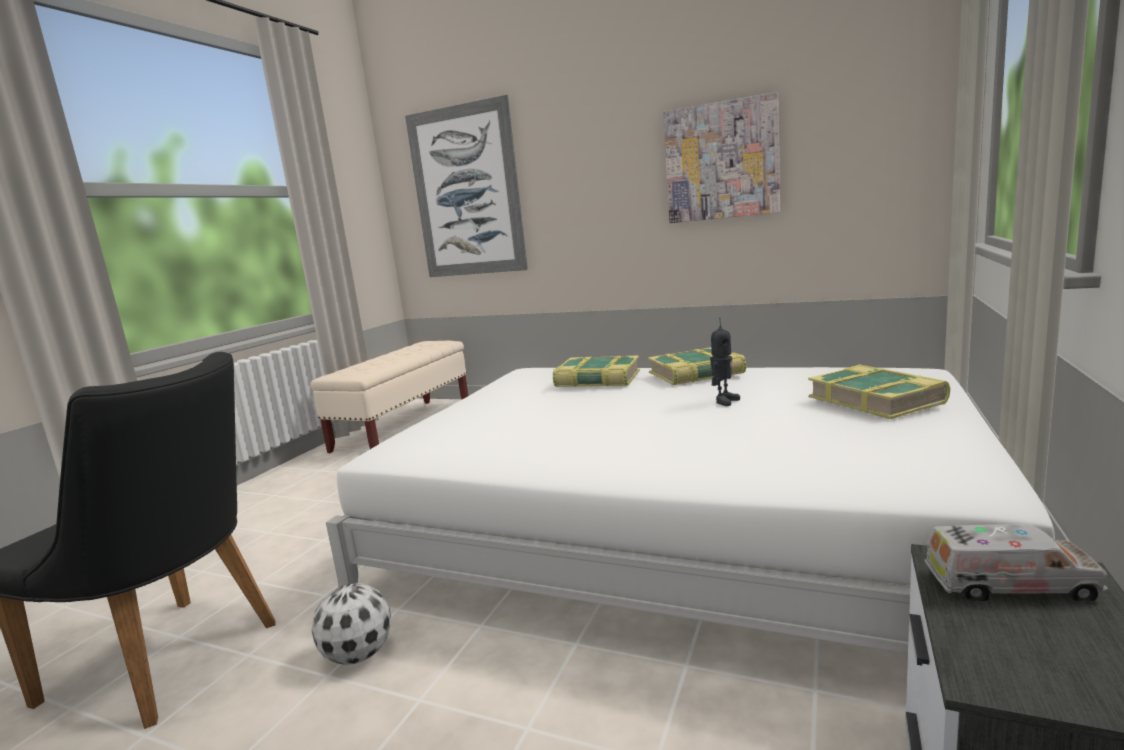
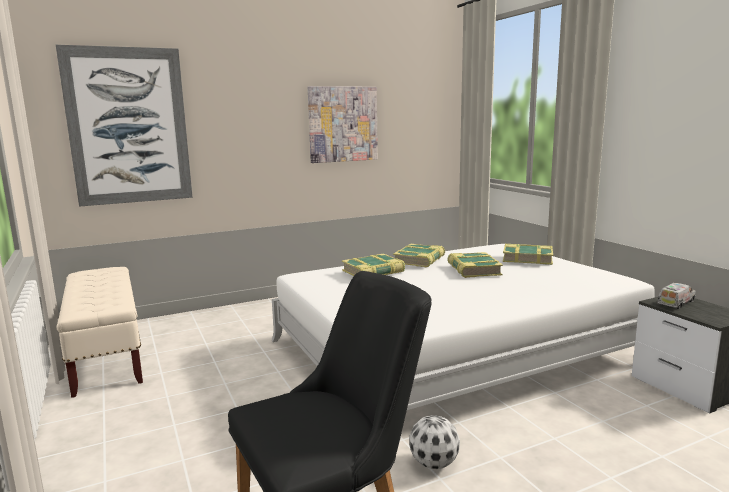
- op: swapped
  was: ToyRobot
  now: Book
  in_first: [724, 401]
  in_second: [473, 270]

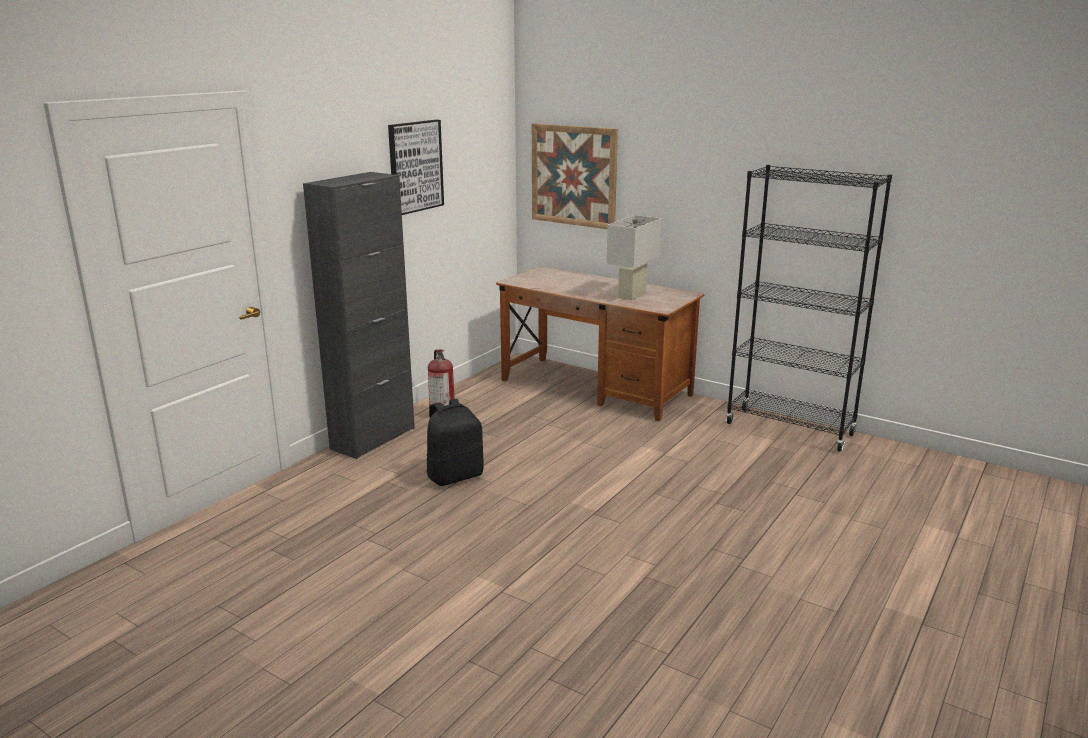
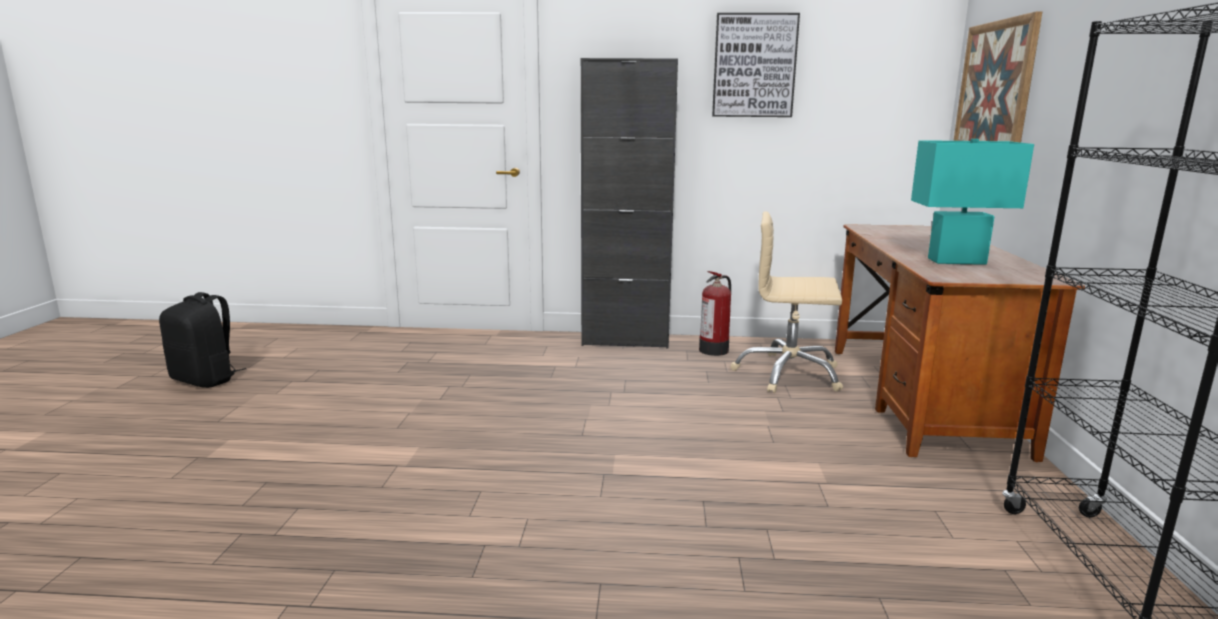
- op: shifted
  was: BlackishBackpack
  in_first: [455, 476]
  in_second: [206, 380]
- op: new
  now: SandColouredComputerChair
  in_second: [788, 374]
- op: repainted
  was: WhitishTableLamp
  now: TurquoiseColouredTableLamp
  in_first: [632, 295]
  in_second: [956, 261]

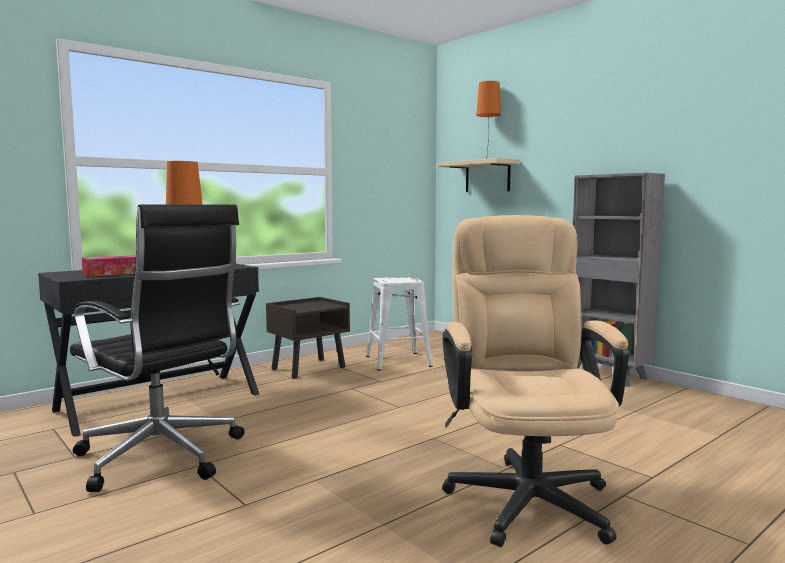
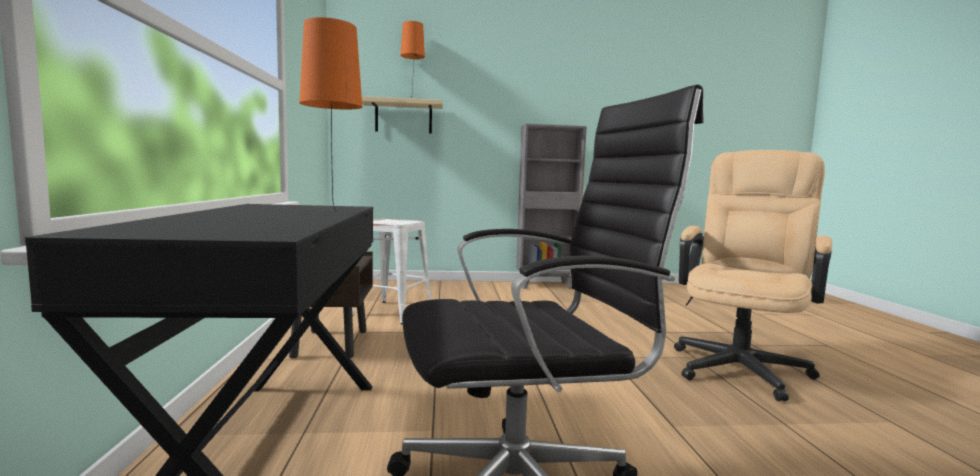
- op: rotated
  was: SandColouredComputerChair
  in_first: [526, 493]
  in_second: [741, 365]
  clockwise: 90
- op: gone
  was: TissueHolder
  in_first: [112, 273]

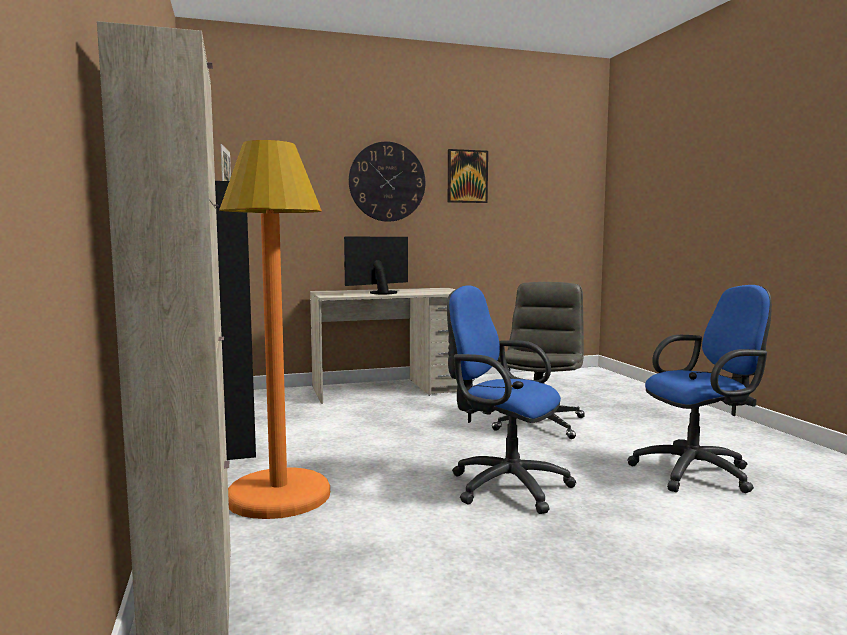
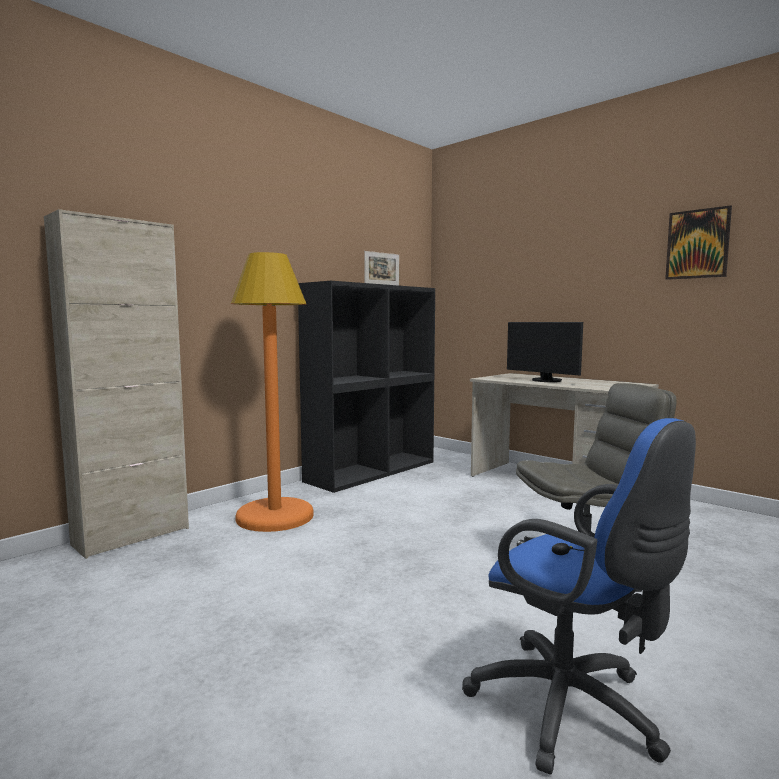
- op: rotated
  was: ComputerDisplay
  in_first: [381, 292]
  in_second: [545, 380]
  clockwise: -150
- op: gone
  was: HangingClock
  in_first: [387, 182]
- op: gone
  was: BlueColouredComputerChair
  in_first: [503, 486]

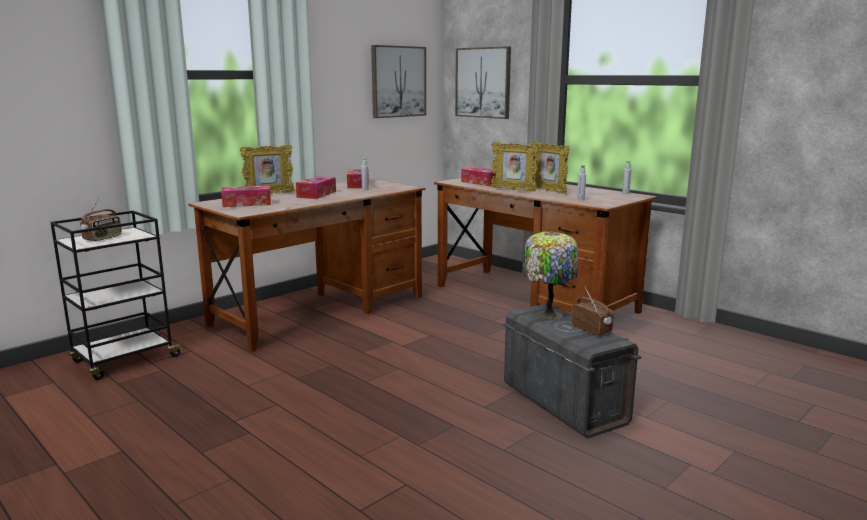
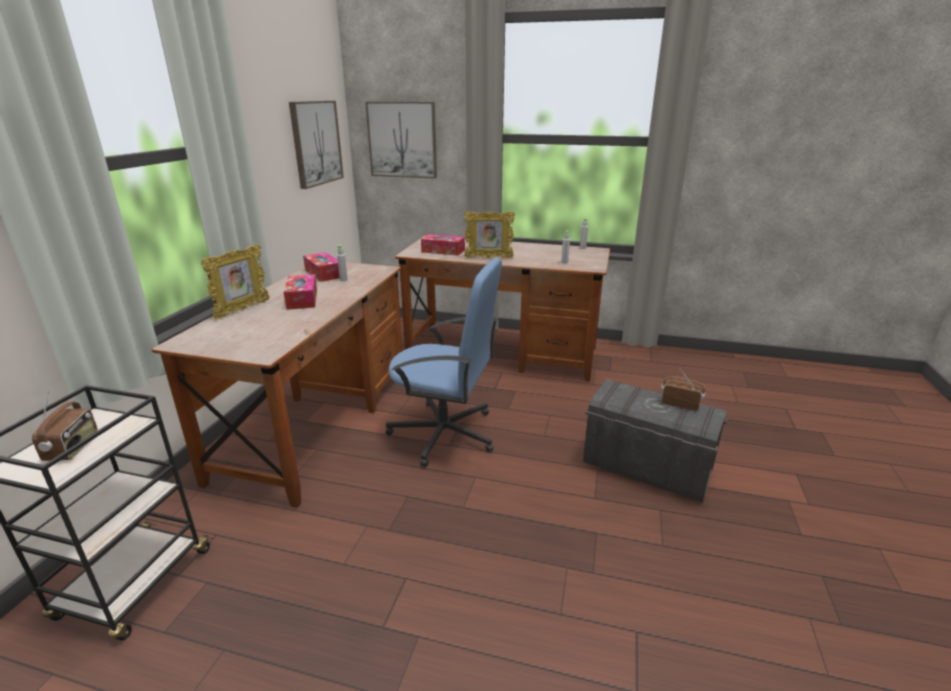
- op: new
  now: BlueColouredComputerChair
  in_second: [445, 434]
- op: gone
  was: TissueHolder
  in_first: [247, 203]
- op: gone
  was: TableLamp
  in_first: [548, 314]
- op: gone
  was: PhotoFrame
  in_first: [548, 191]

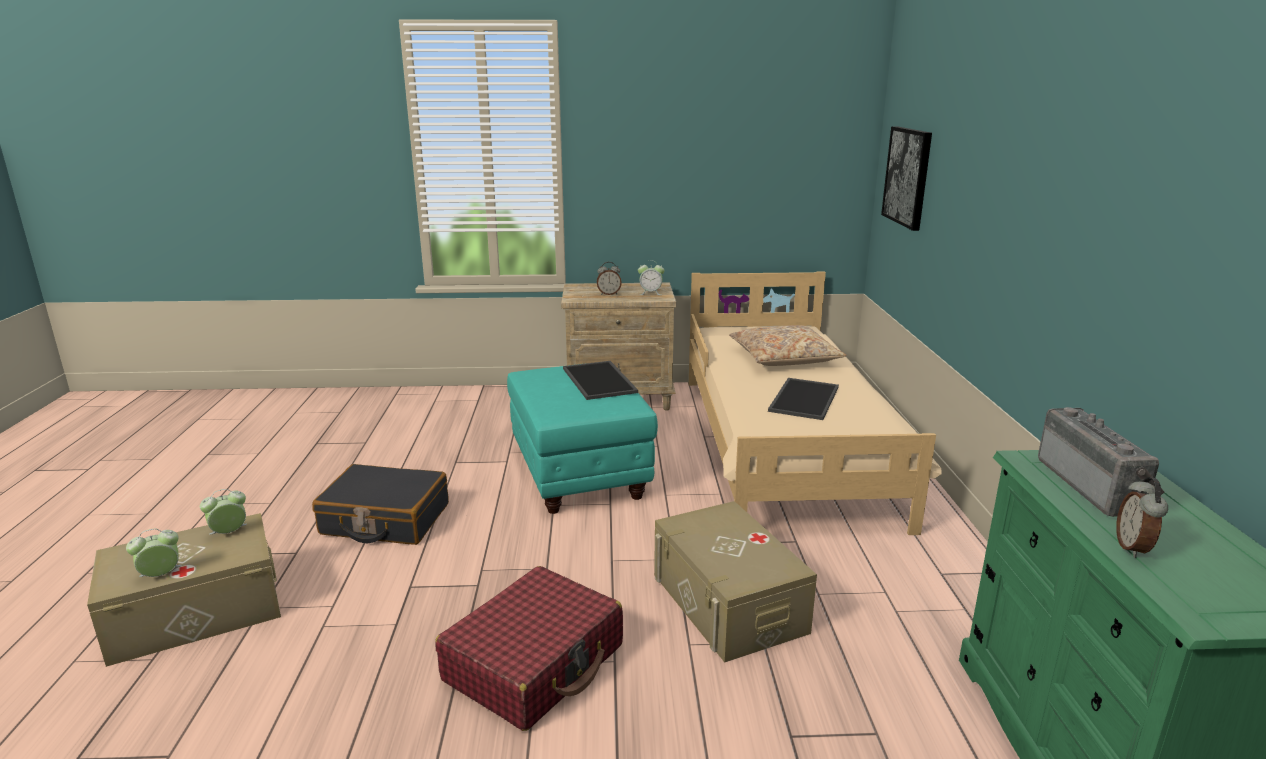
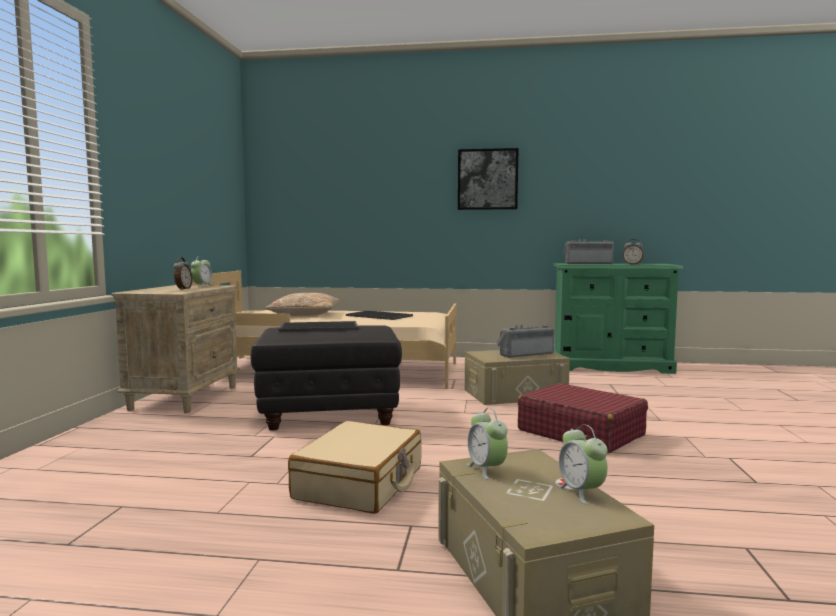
- op: repainted
  was: TurquoiseColouredPouffe
  now: BlackishPouffe
  in_first: [581, 475]
  in_second: [330, 414]
- op: repainted
  was: BlackishTravelCase
  now: SandColouredTravelCase
  in_first: [385, 520]
  in_second: [360, 483]
- op: shifted
  was: WallArt
  in_first: [908, 176]
  in_second: [487, 179]
- op: new
  now: Radio
  in_second: [525, 354]

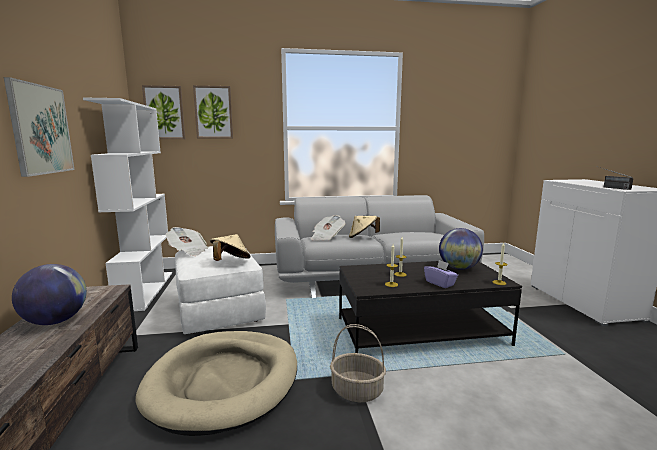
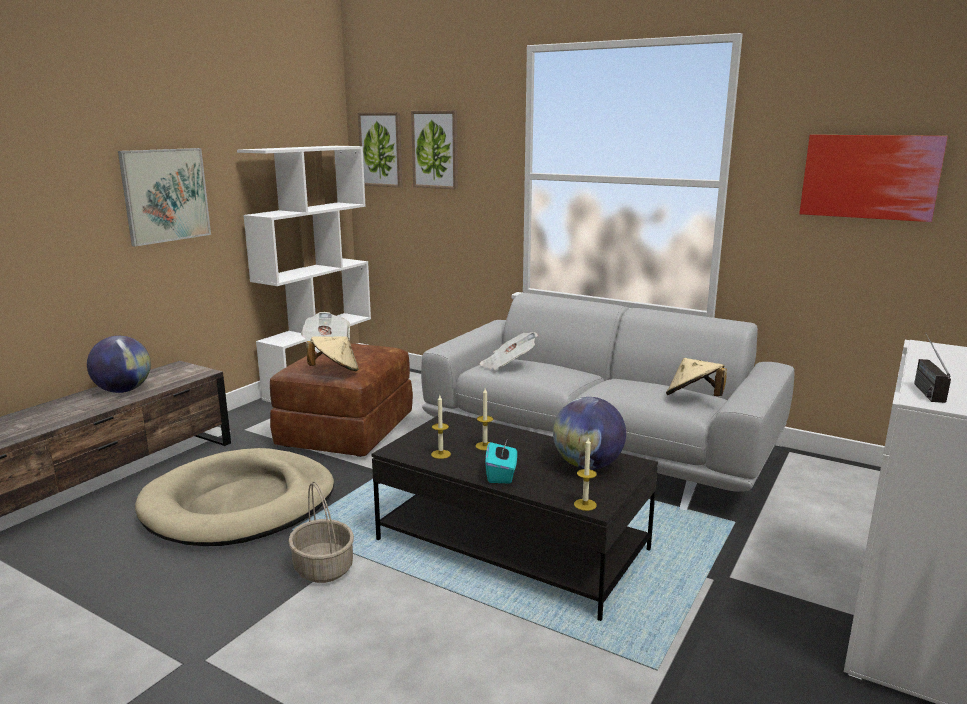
- op: repainted
  was: WhitishPouffe
  now: BrownColouredPouffe
  in_first: [220, 311]
  in_second: [347, 431]
- op: repainted
  was: PurplishTissueHolder
  now: TurquoiseColouredTissueHolder
  in_first: [440, 283]
  in_second: [501, 475]
- op: shifted
  was: SandColouredWearableHat
  in_first: [363, 237]
  in_second: [693, 398]
- op: new
  now: WallArt
  in_second: [869, 177]

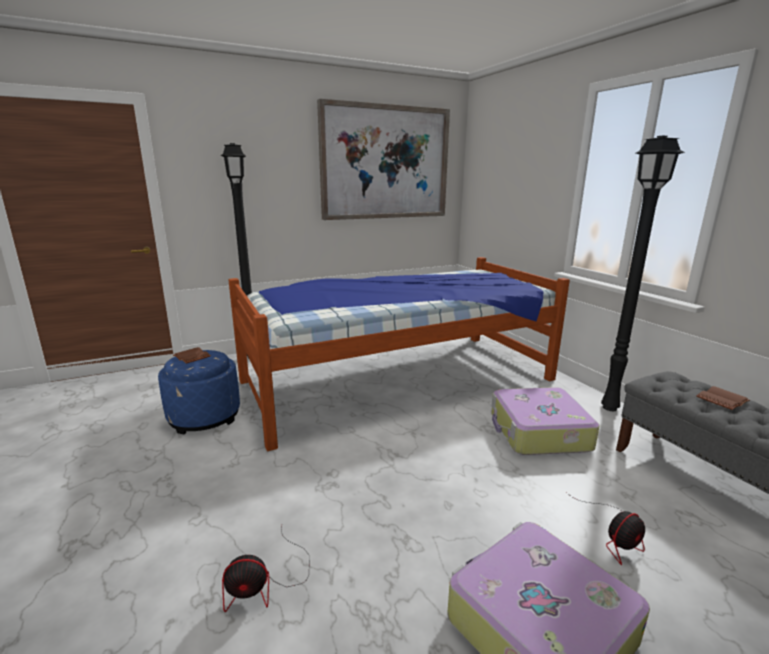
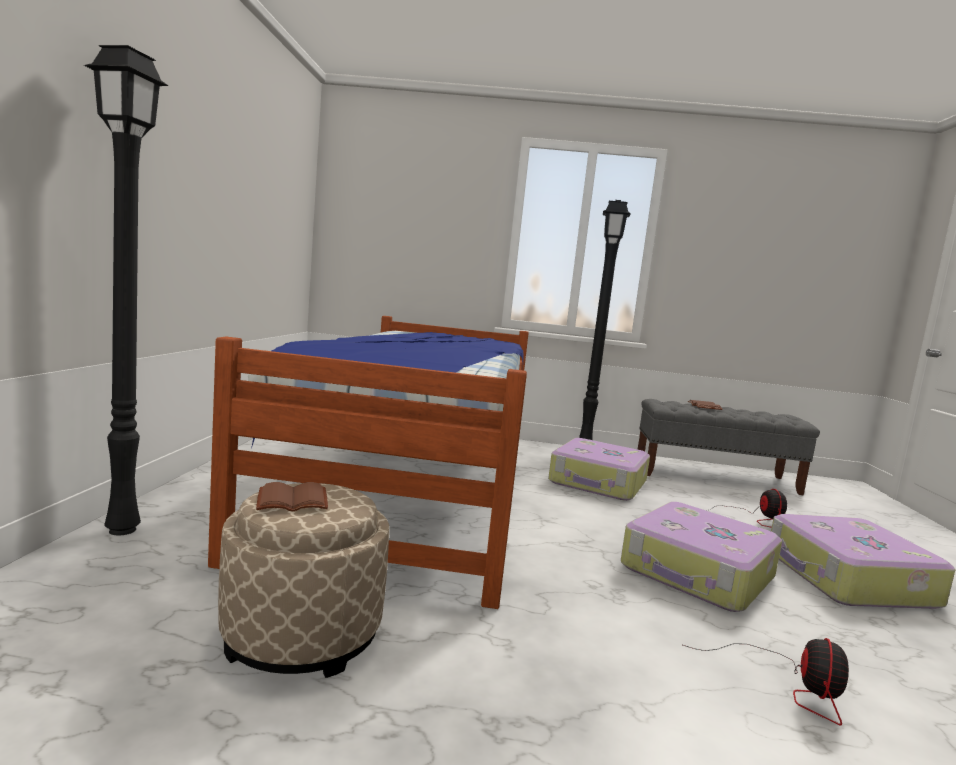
- op: repainted
  was: BlueColouredPouffe
  now: SandColouredPouffe
  in_first: [204, 417]
  in_second: [302, 634]
- op: new
  now: TravelCase
  in_second: [697, 573]
- op: gone
  was: WallArt
  in_first: [385, 163]

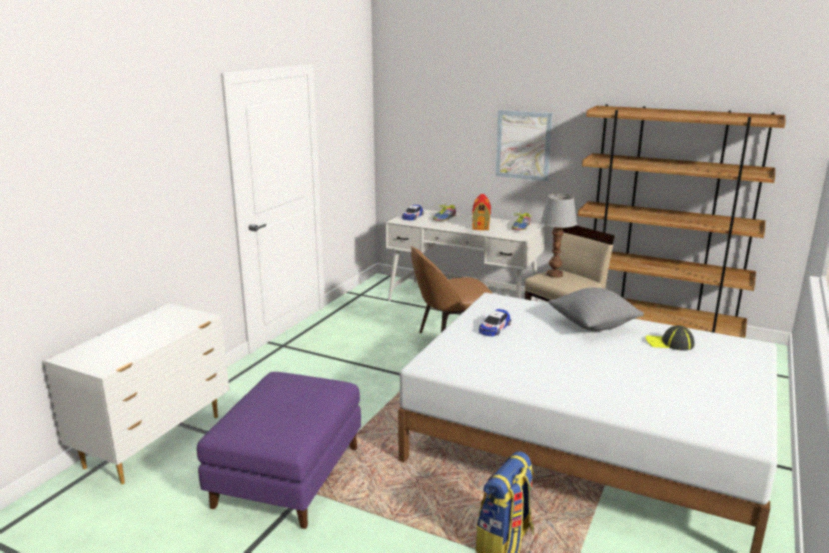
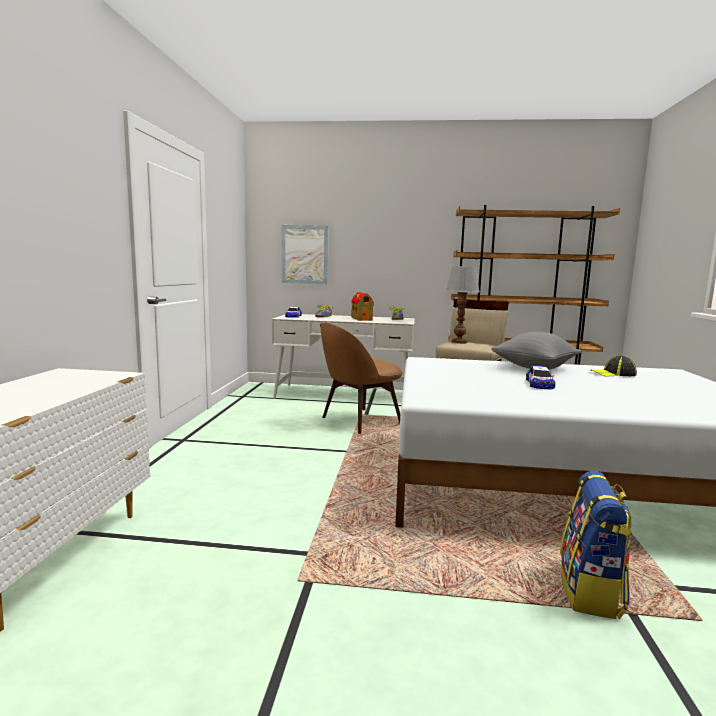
- op: shifted
  was: WallArt
  in_first: [523, 145]
  in_second: [305, 254]
- op: shifted
  was: ToyCar
  in_first: [494, 328]
  in_second: [539, 384]
- op: gone
  was: PurplishPouffe
  in_first: [288, 478]

